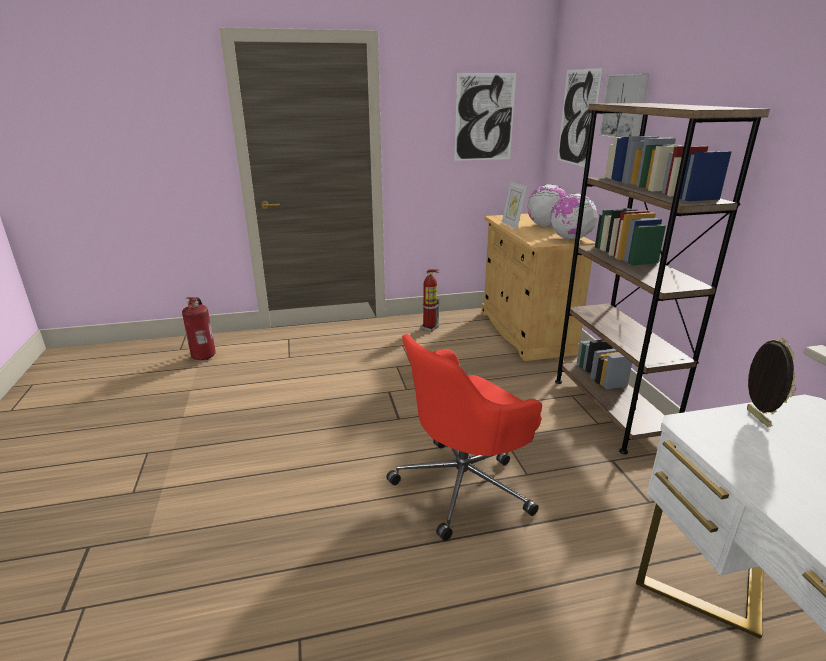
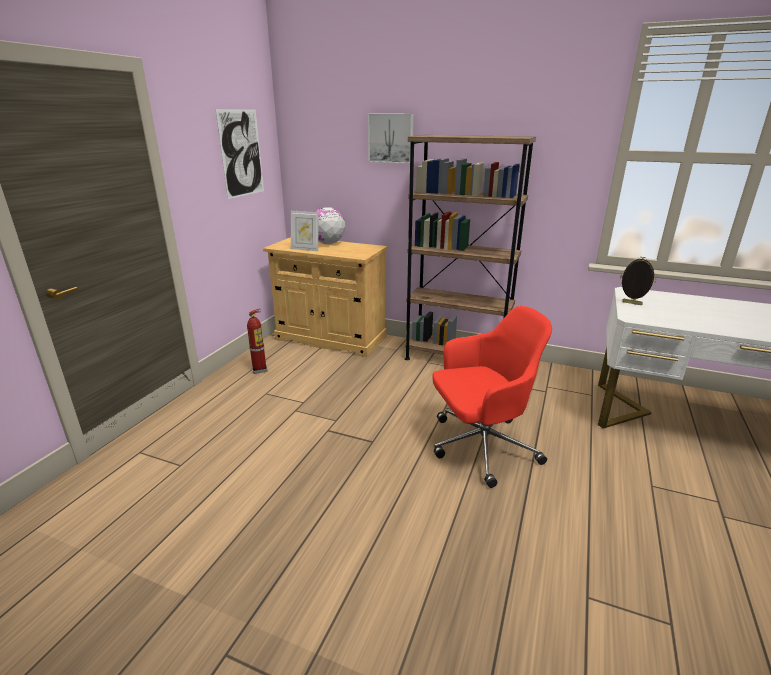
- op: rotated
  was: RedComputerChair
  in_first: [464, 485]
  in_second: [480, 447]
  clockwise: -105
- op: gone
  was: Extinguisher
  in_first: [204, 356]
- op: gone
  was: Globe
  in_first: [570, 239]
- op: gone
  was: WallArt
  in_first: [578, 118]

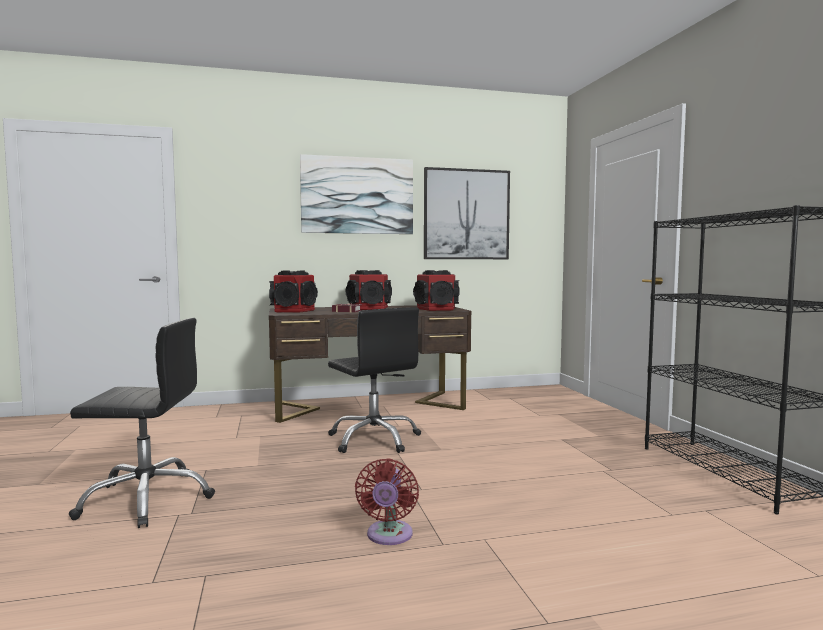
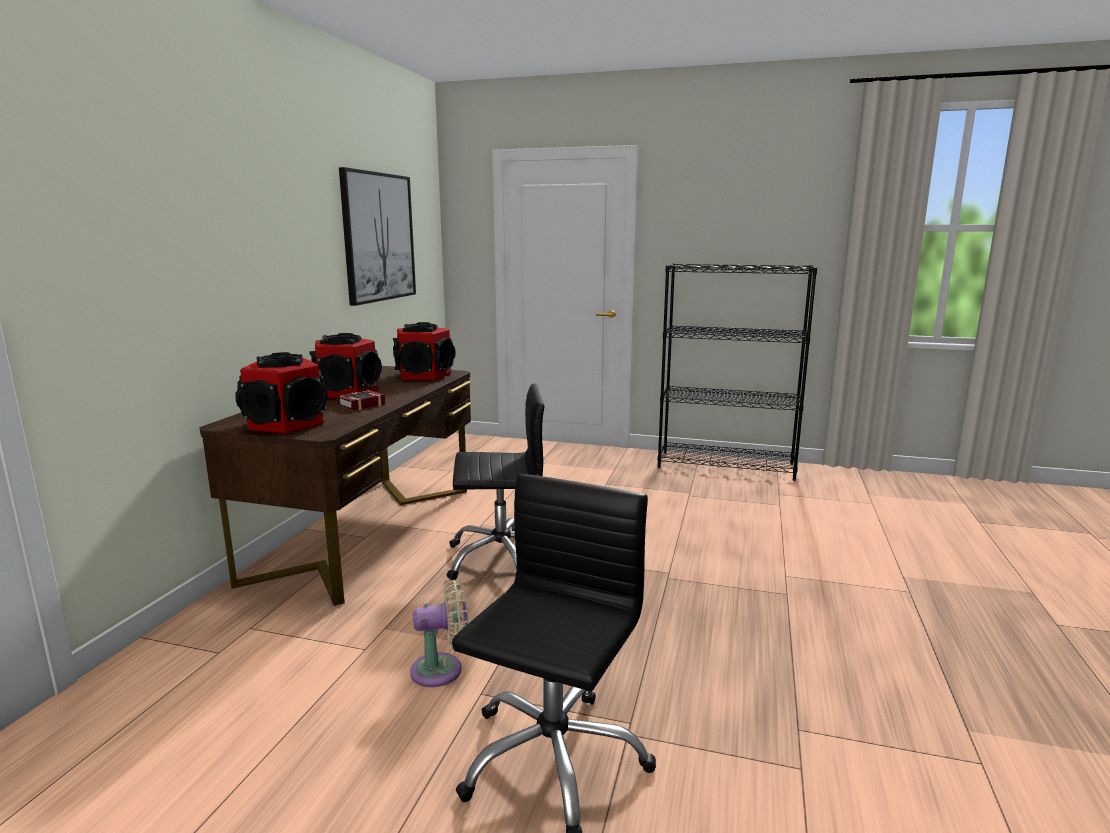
- op: new
  now: SandColouredCoolingFan
  in_second: [442, 670]
- op: gone
  was: WallArt
  in_first: [357, 195]
- op: gone
  was: RedCoolingFan
  in_first: [389, 536]

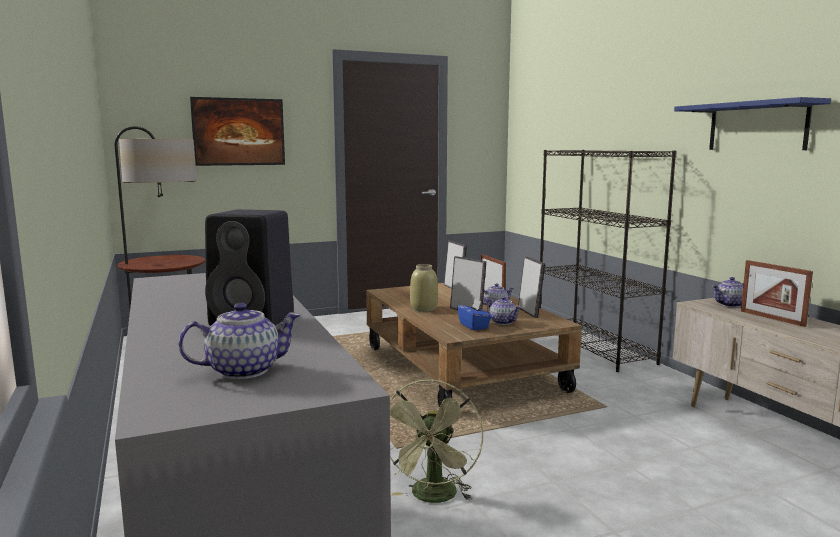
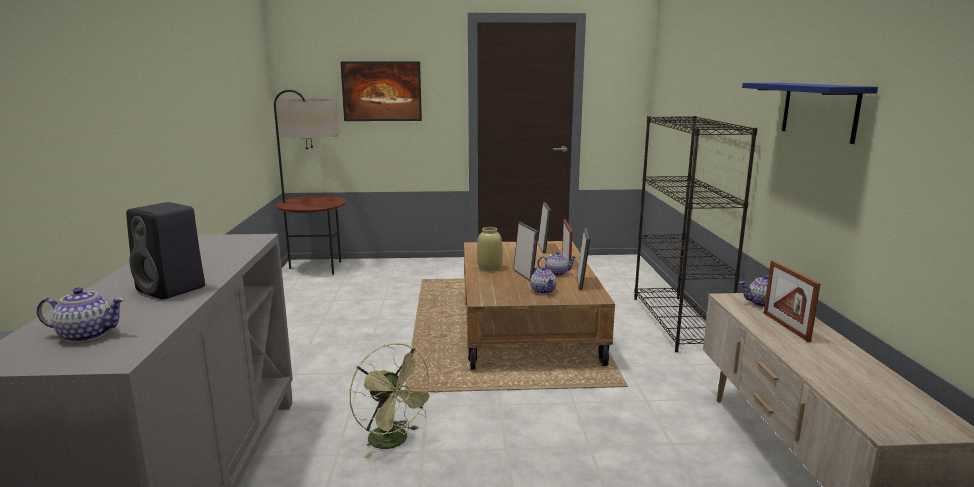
- op: rotated
  was: GreenishCoolingFan
  in_first: [433, 498]
  in_second: [394, 442]
  clockwise: -75
- op: gone
  was: BlueColouredTissueHolder
  in_first: [474, 326]

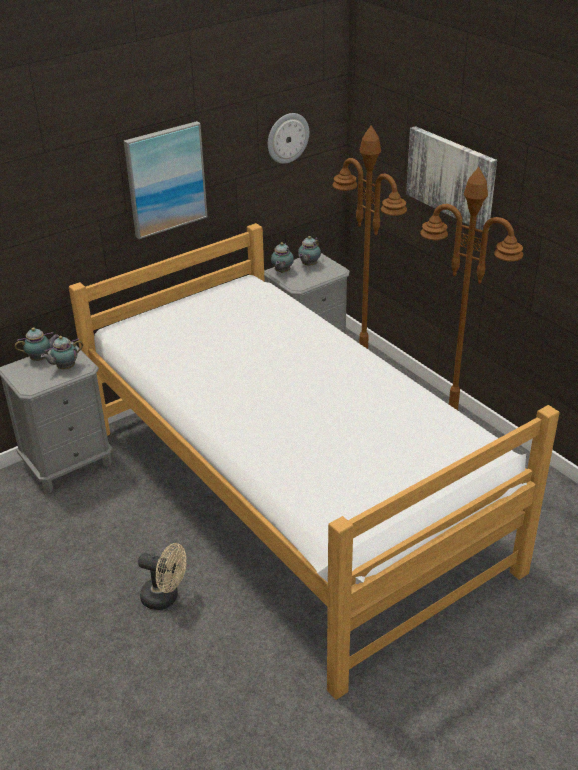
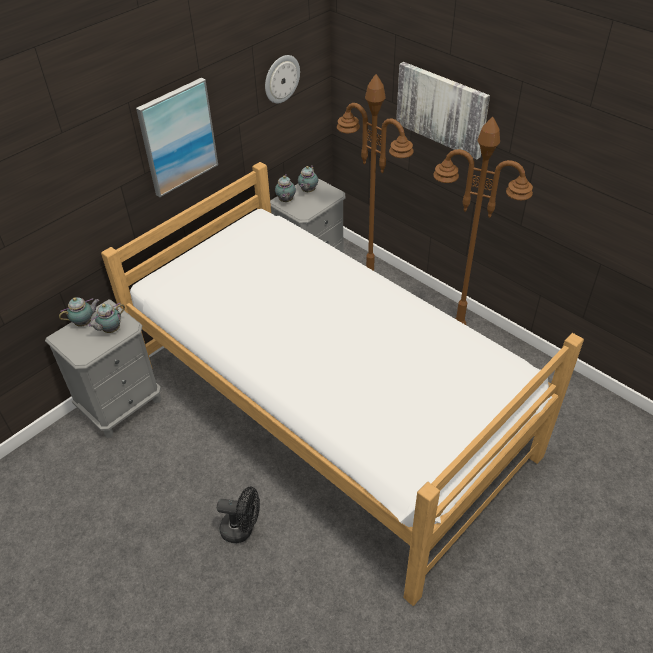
- op: repainted
  was: SandColouredCoolingFan
  now: BlackishCoolingFan
  in_first: [165, 598]
  in_second: [242, 529]

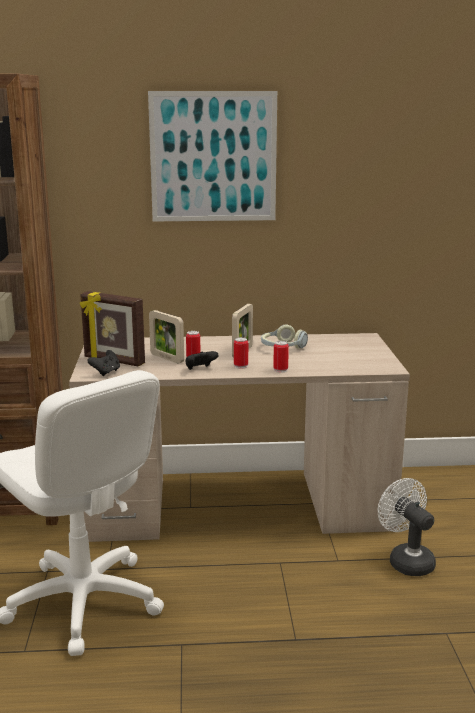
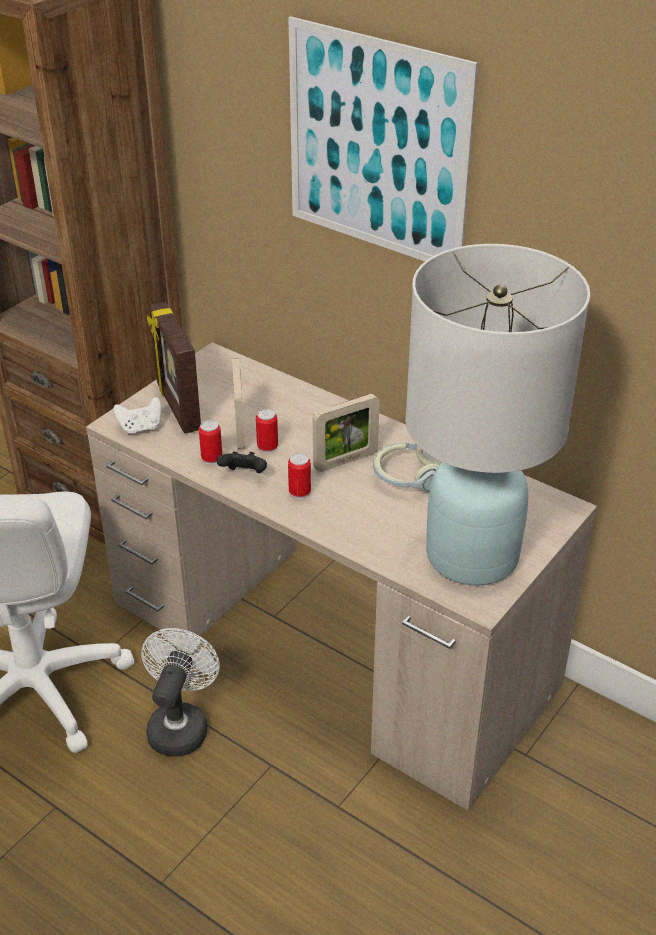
- op: repainted
  was: BlackishGameController
  now: WhitishGameController
  in_first: [106, 372]
  in_second: [140, 428]
- op: shifted
  was: WhitishCoolingFan
  in_first: [406, 560]
  in_second: [180, 724]
- op: shifted
  was: MetalCan
  in_first: [280, 370]
  in_second: [211, 458]
- op: new
  now: WhitishTableLamp
  in_second: [471, 556]

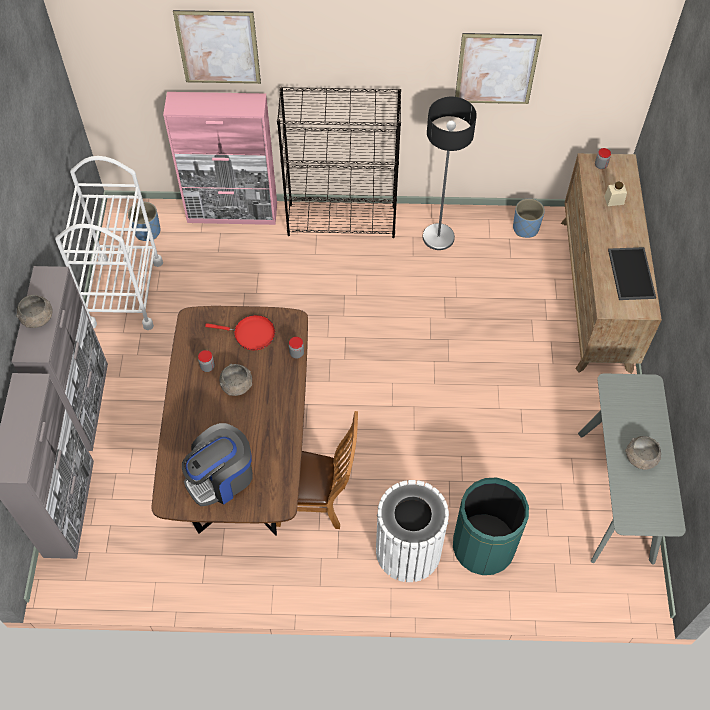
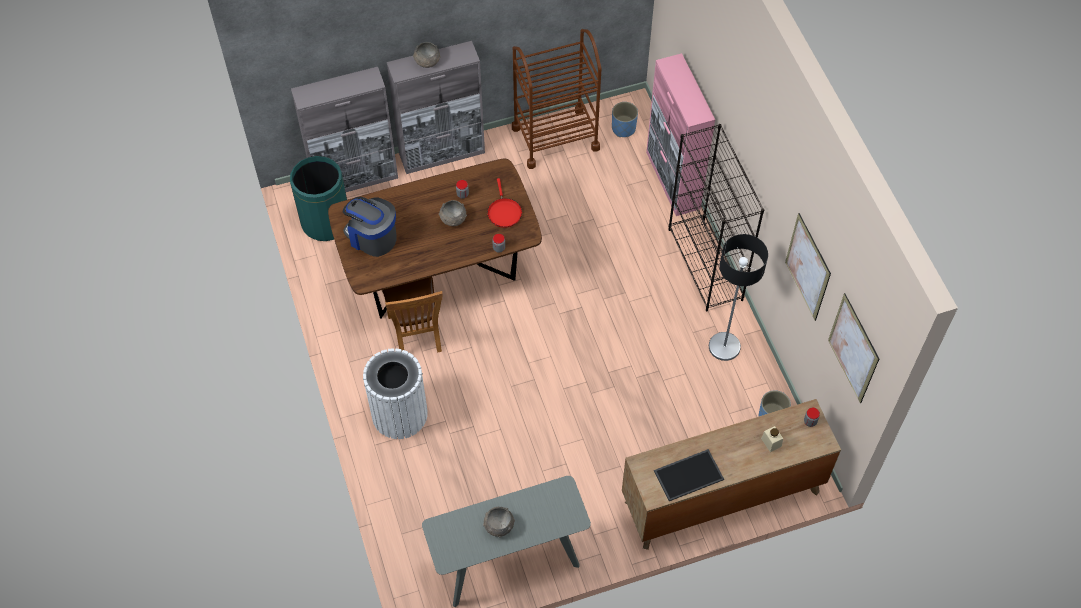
- op: shifted
  was: GreenishWasteBin
  in_first: [483, 546]
  in_second: [325, 222]
- op: repainted
  was: WhitishTrolley
  now: BrownColouredTrolley
  in_first: [125, 293]
  in_second: [555, 138]
- op: shifted
  was: WallArt
  in_first: [218, 47]
  in_second: [853, 348]

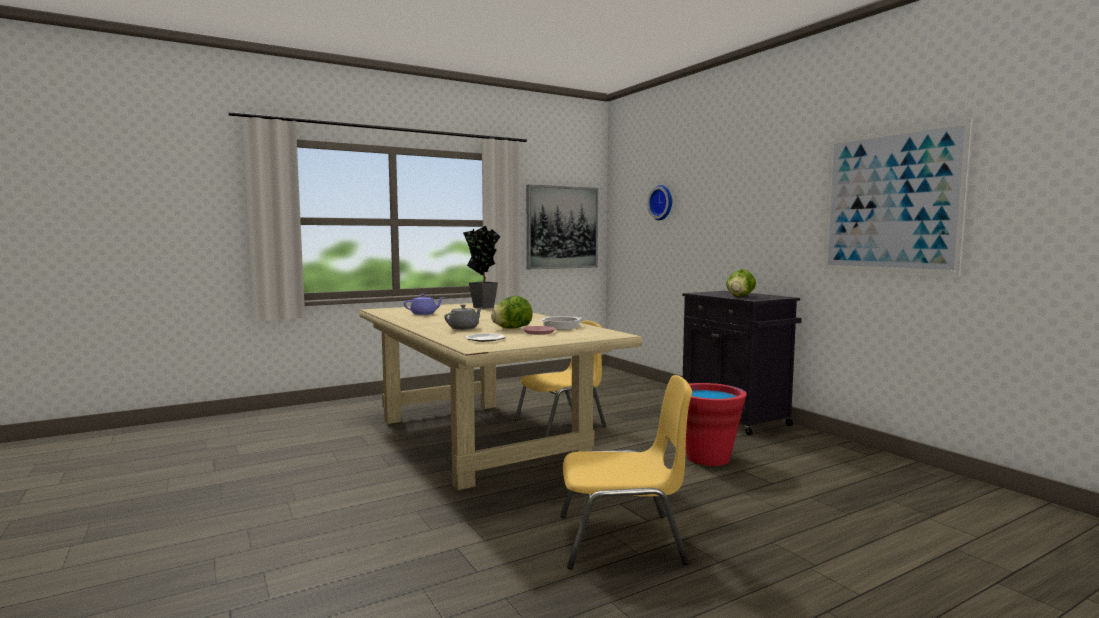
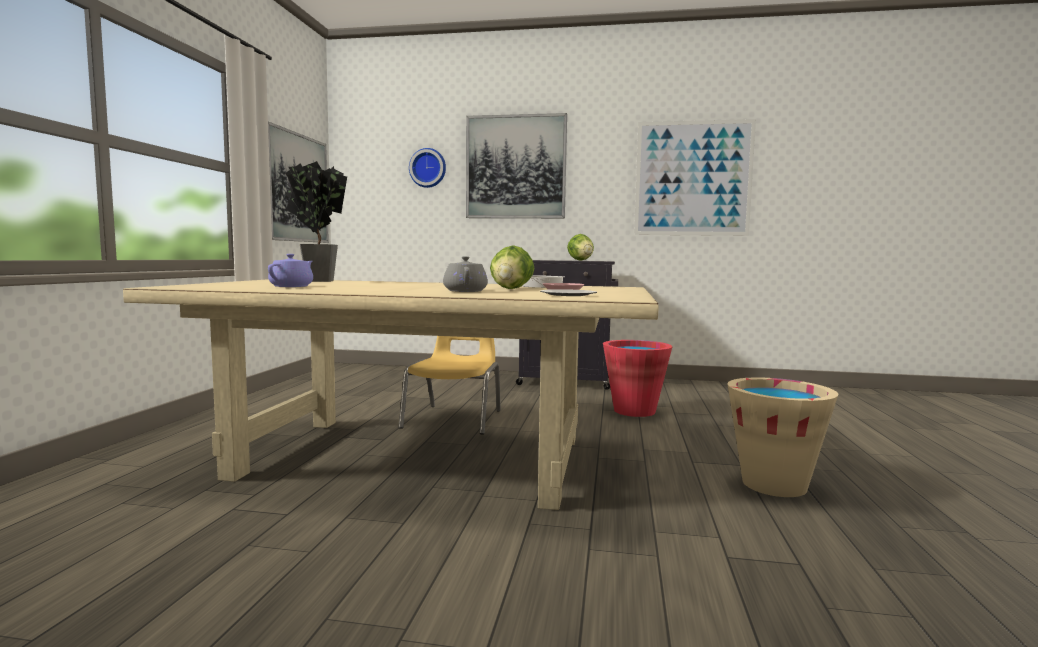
- op: new
  now: WallArt
  in_second: [516, 167]
- op: swapped
  was: YellowPlainChair
  now: SandColouredWaterBucket
  in_first: [622, 540]
  in_second: [774, 484]

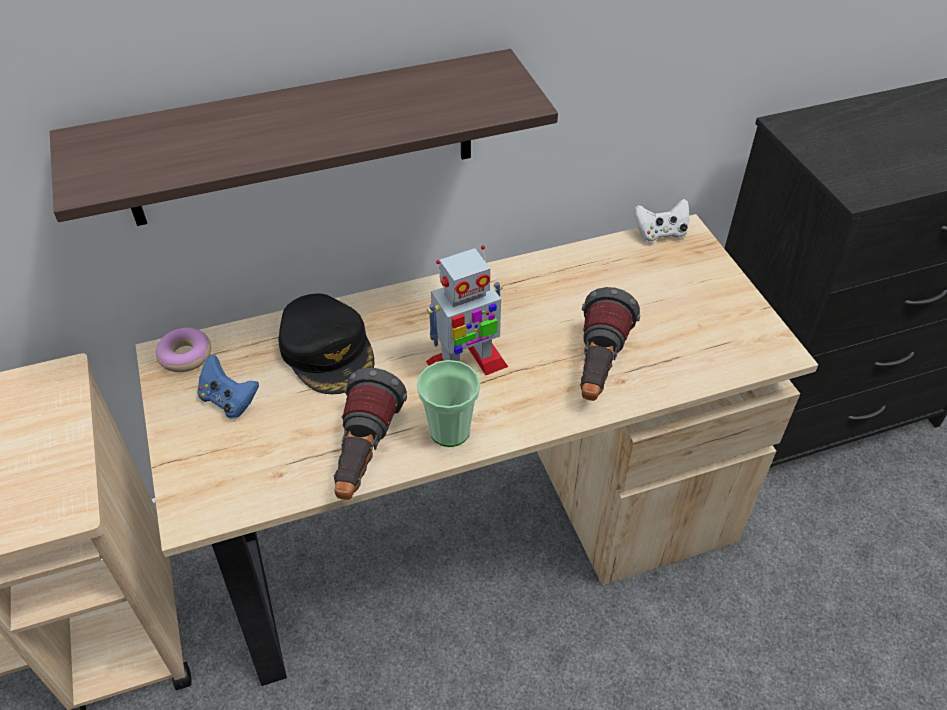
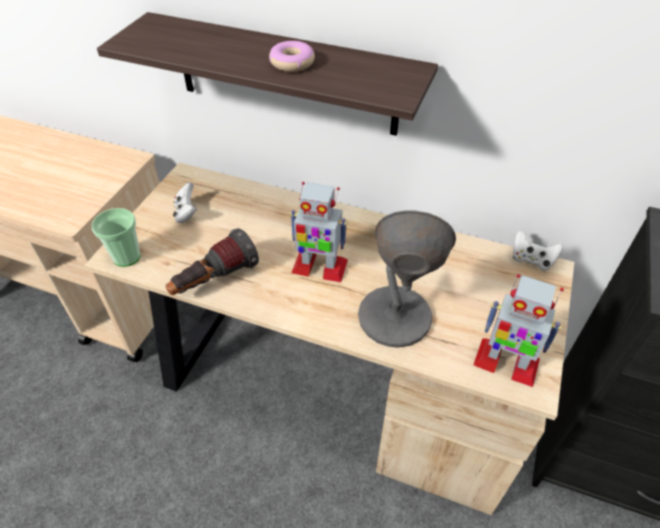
- op: shifted
  was: Cup
  in_first: [450, 431]
  in_second: [127, 257]
- op: repainted
  was: BlueColouredGameController
  now: WhitishGameController
  in_first: [229, 401]
  in_second: [186, 213]
- op: shifted
  was: Doughnut
  in_first: [185, 355]
  in_second: [292, 63]
- op: swapped
  was: Torch
  now: GreyishTableLamp
  in_first: [598, 368]
  in_second: [394, 317]
- op: new
  now: ToyRobot
  in_second: [505, 362]
- op: gone
  was: BlackishPeakedCap
  in_first: [328, 351]

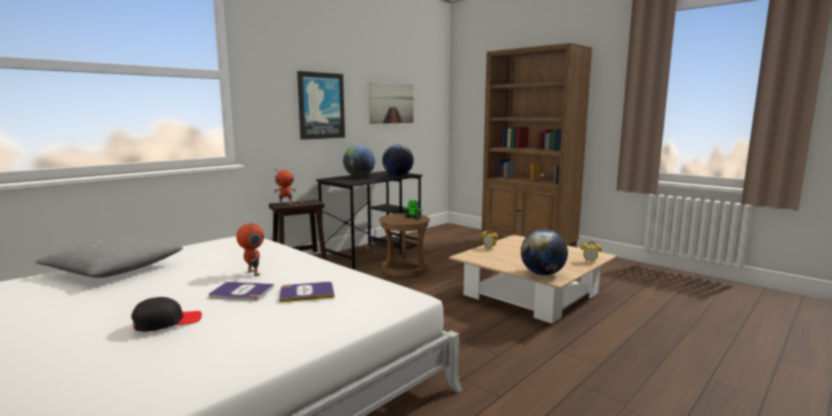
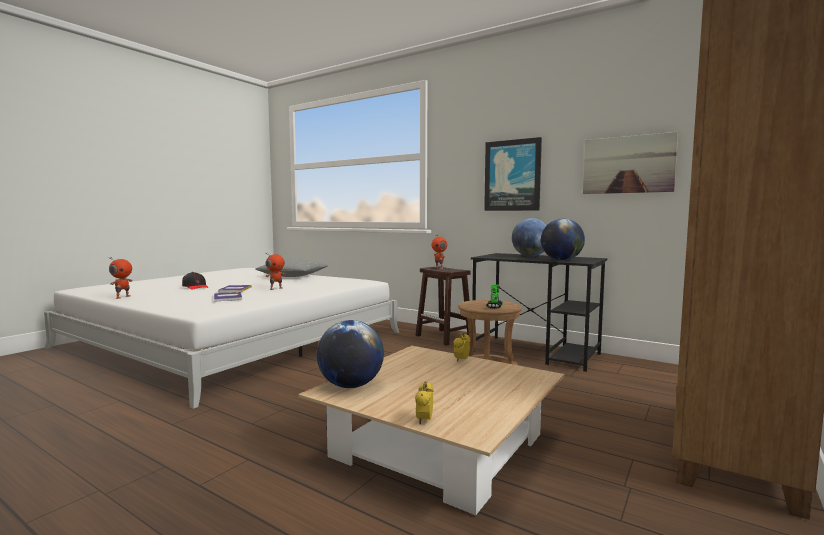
- op: new
  now: ToyRobot
  in_second: [122, 297]

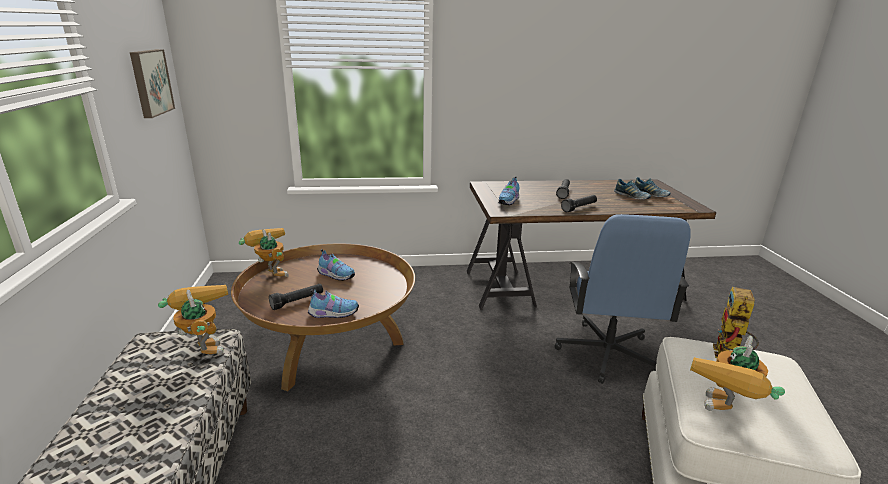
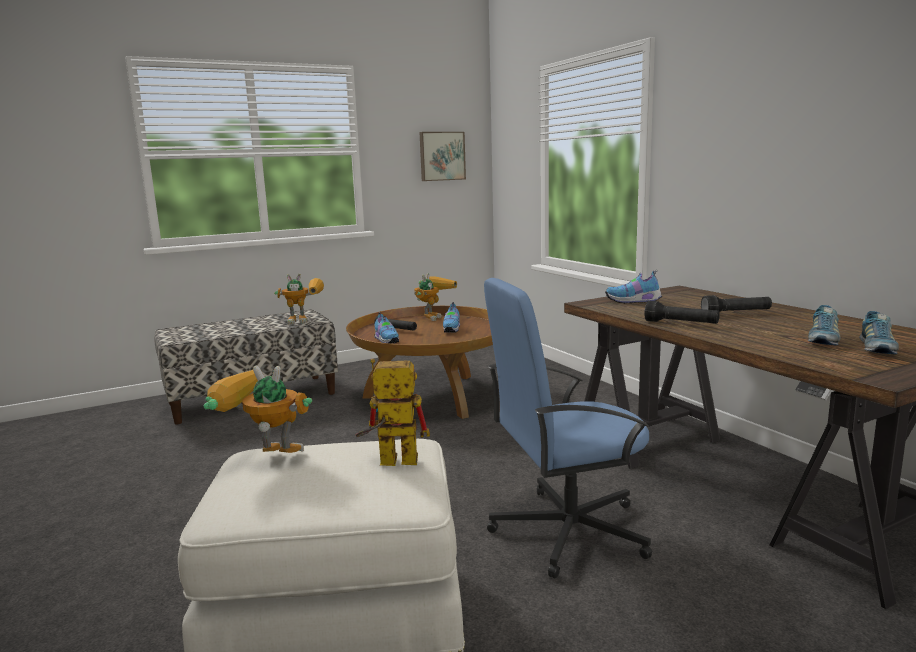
- op: rotated
  was: ToyRobot
  in_first: [203, 346]
  in_second: [306, 321]
  clockwise: 45

